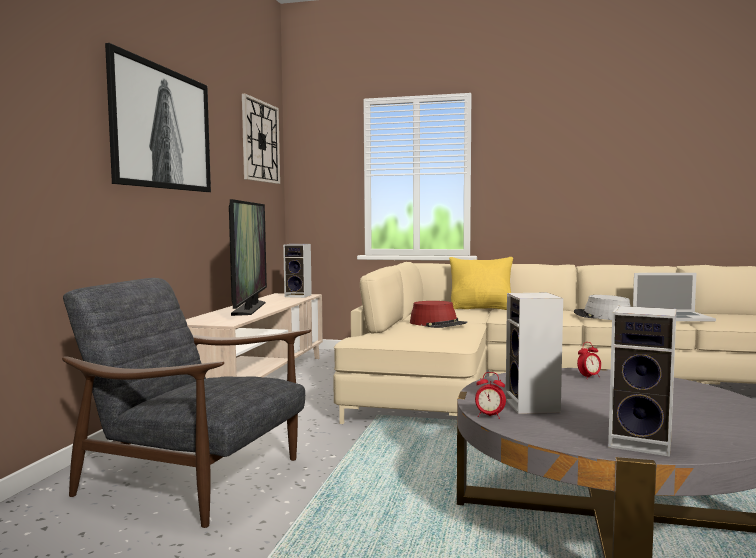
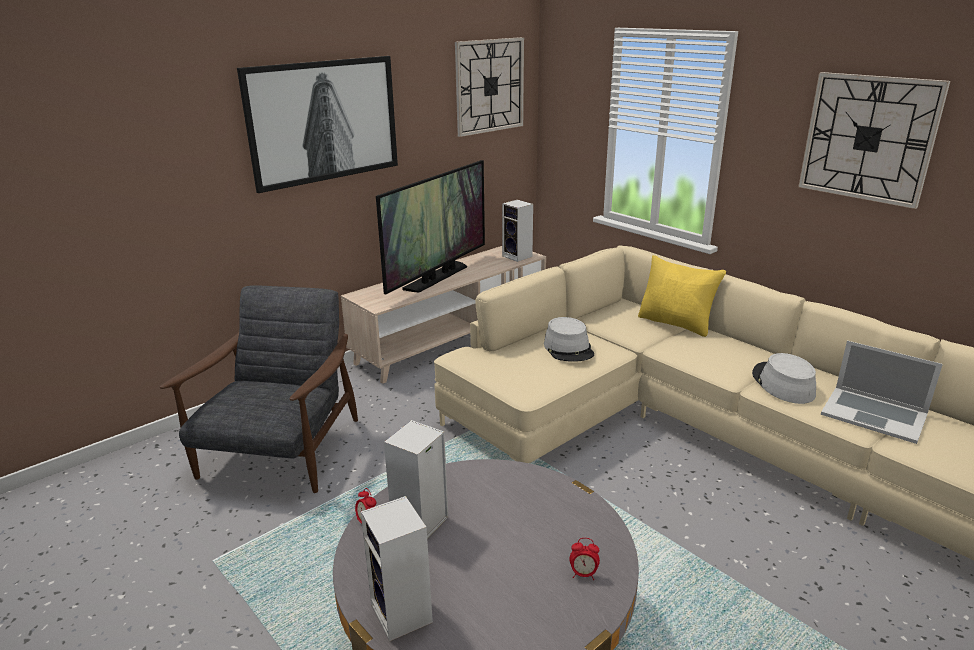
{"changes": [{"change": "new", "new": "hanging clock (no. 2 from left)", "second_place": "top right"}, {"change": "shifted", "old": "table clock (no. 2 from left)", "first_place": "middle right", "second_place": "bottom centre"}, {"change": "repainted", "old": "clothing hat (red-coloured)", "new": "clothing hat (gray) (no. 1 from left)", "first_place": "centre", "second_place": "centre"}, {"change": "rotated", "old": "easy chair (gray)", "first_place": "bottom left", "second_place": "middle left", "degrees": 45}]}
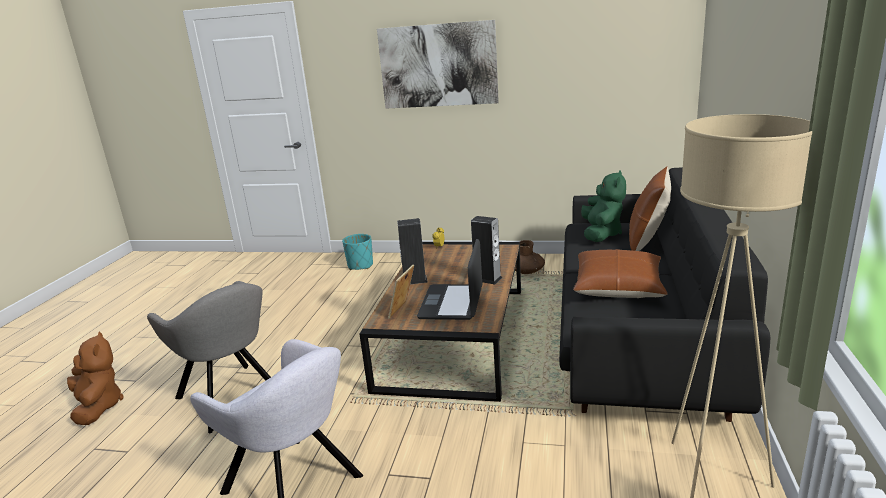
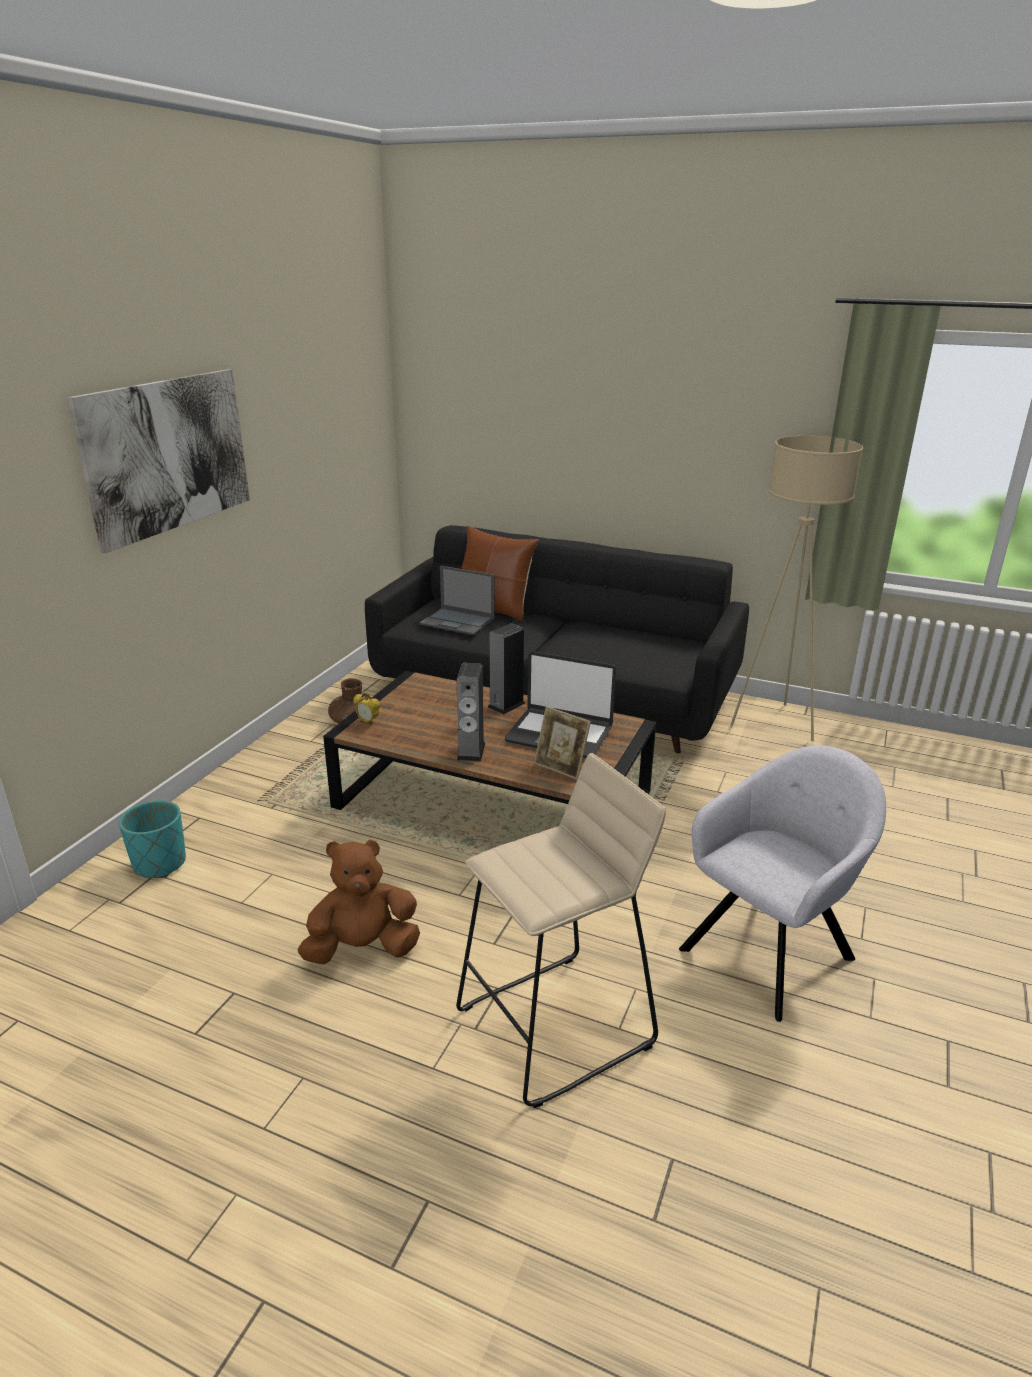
{"changes": [{"change": "gone", "old": "throw pillow (brown-coloured) (no. 1 from left)", "first_place": "middle right"}, {"change": "shifted", "old": "soft toy (brown-coloured)", "first_place": "bottom left", "second_place": "centre"}, {"change": "swapped", "old": "easy chair (gray) (no. 1 from left)", "new": "stool seat (beige)", "first_place": "bottom left", "second_place": "bottom centre"}, {"change": "swapped", "old": "soft toy (greenish)", "new": "notebook computer (no. 1 from left)", "first_place": "middle right", "second_place": "centre"}]}
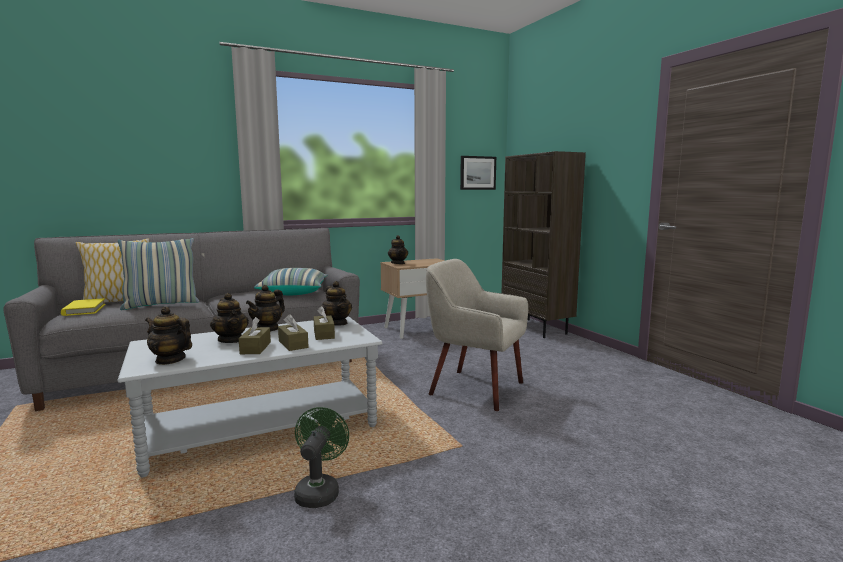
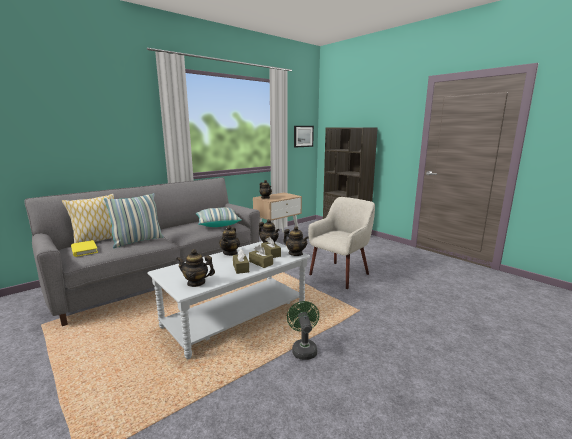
{"changes": [{"change": "shifted", "old": "pot for tea (no. 2 from left in the first image)", "new": "pot for tea (no. 5 from left)", "first_place": "middle left", "second_place": "centre"}, {"change": "rotated", "old": "easy chair (beige)", "first_place": "centre", "second_place": "centre", "degrees": 120}]}
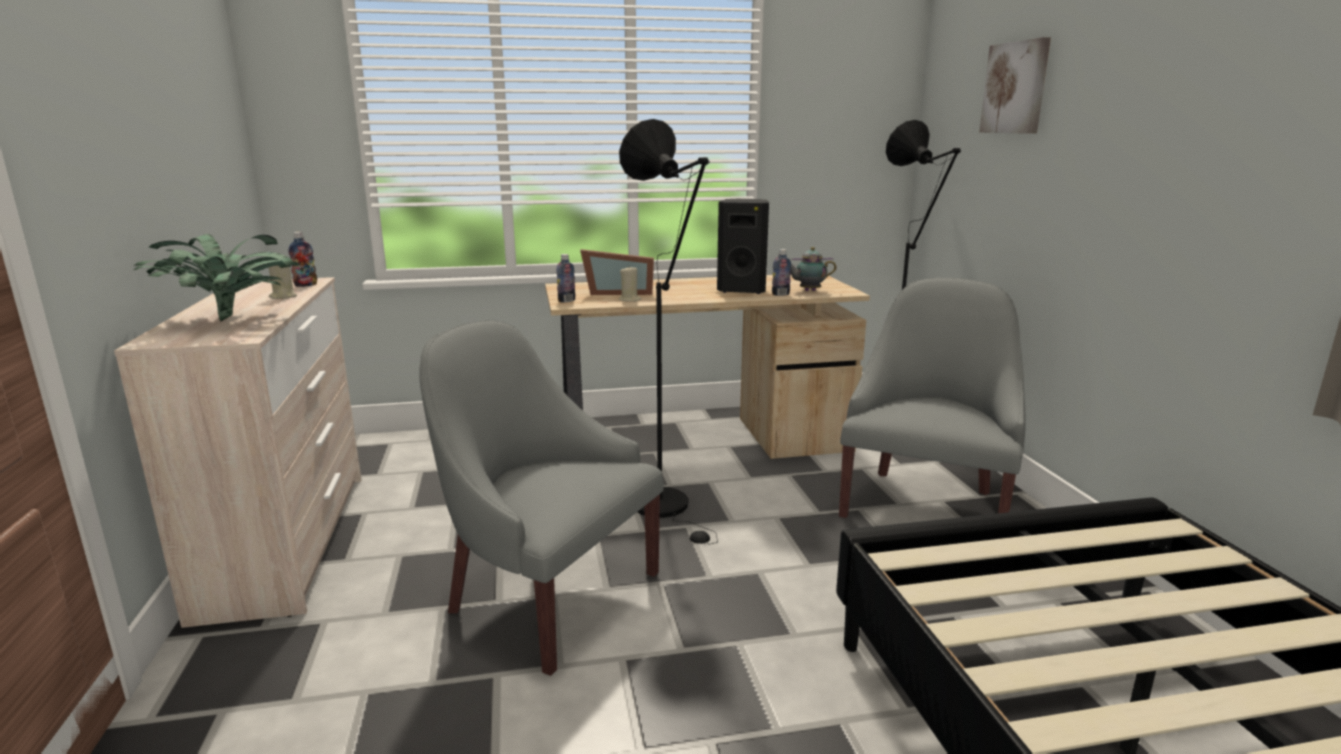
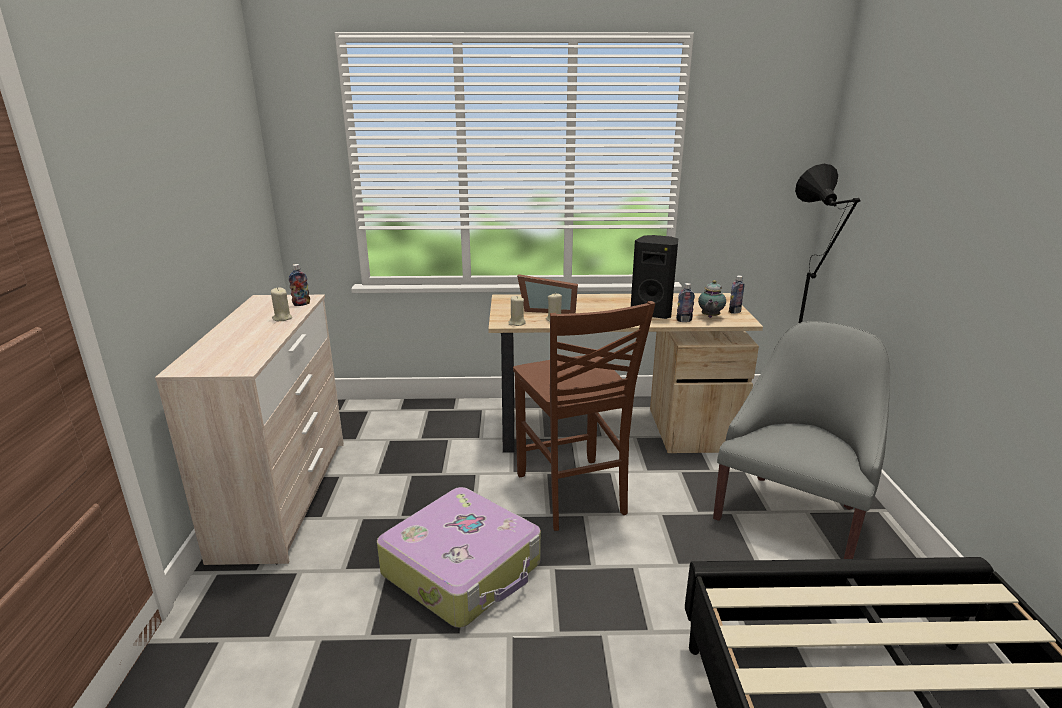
{"changes": [{"change": "gone", "old": "houseplant", "first_place": "middle left"}, {"change": "gone", "old": "wall art", "first_place": "top right"}, {"change": "new", "new": "wax candle (beige) (no. 2 from left)", "second_place": "centre"}, {"change": "shifted", "old": "beverage bottle (no. 2 from left in the first image)", "new": "beverage bottle (no. 3 from left)", "first_place": "centre", "second_place": "middle right"}, {"change": "swapped", "old": "easy chair (gray) (no. 1 from left)", "new": "travel case", "first_place": "centre", "second_place": "bottom centre"}, {"change": "swapped", "old": "floor lamp (blackish) (no. 1 from left)", "new": "plain chair (brown-coloured)", "first_place": "centre", "second_place": "centre"}, {"change": "rotated", "old": "pot for tea", "first_place": "centre", "second_place": "middle right", "degrees": -75}]}
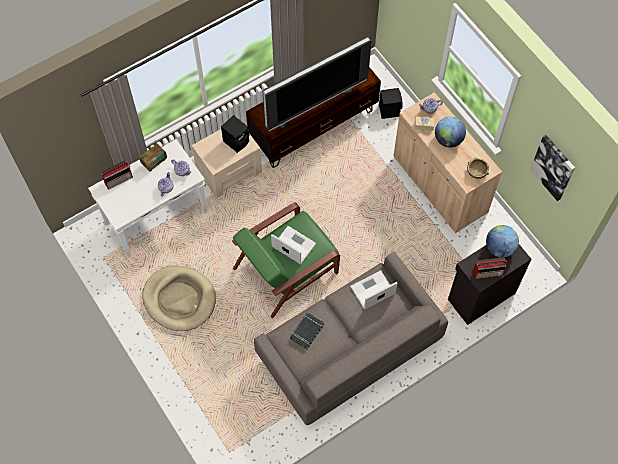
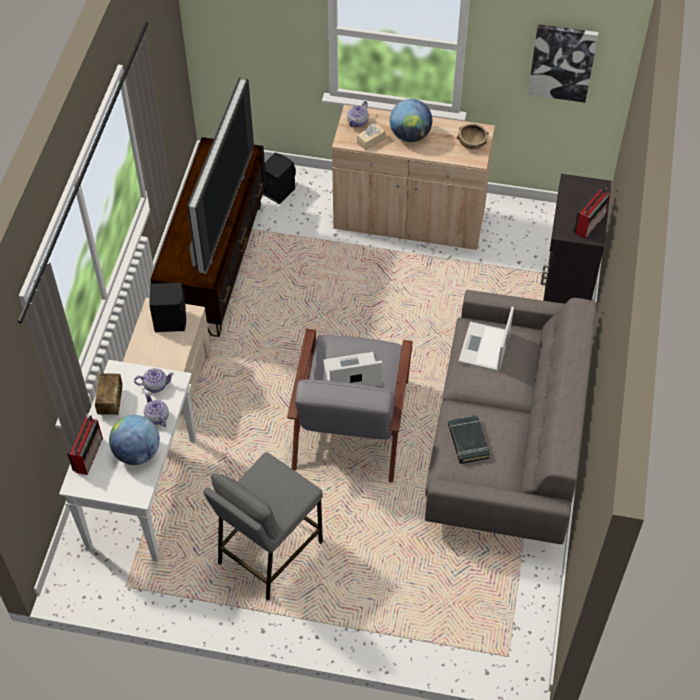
{"changes": [{"change": "shifted", "old": "desk globe (no. 2 from left in the first image)", "new": "desk globe (no. 1 from left)", "first_place": "middle right", "second_place": "middle left"}, {"change": "swapped", "old": "dog bed (beige)", "new": "stool seat (gray)", "first_place": "middle left", "second_place": "bottom centre"}, {"change": "repainted", "old": "easy chair (greenish)", "new": "easy chair (gray)", "first_place": "centre", "second_place": "centre"}]}
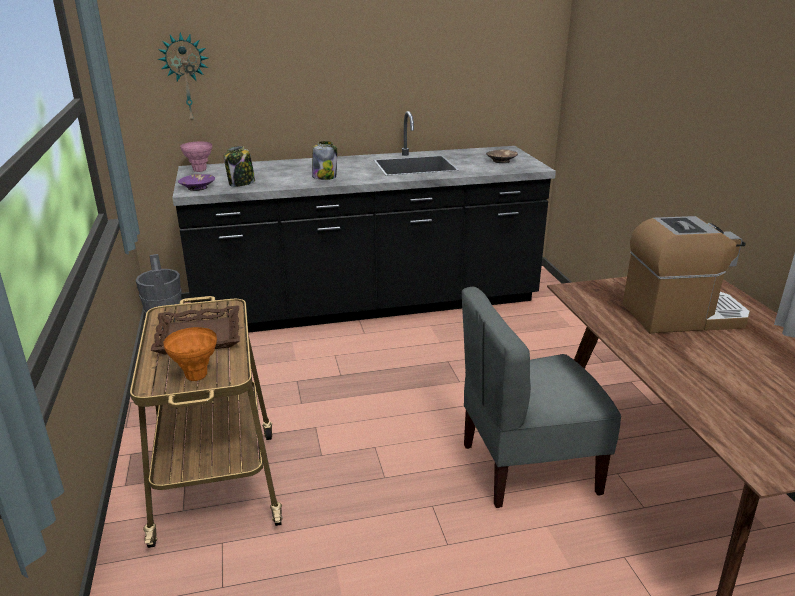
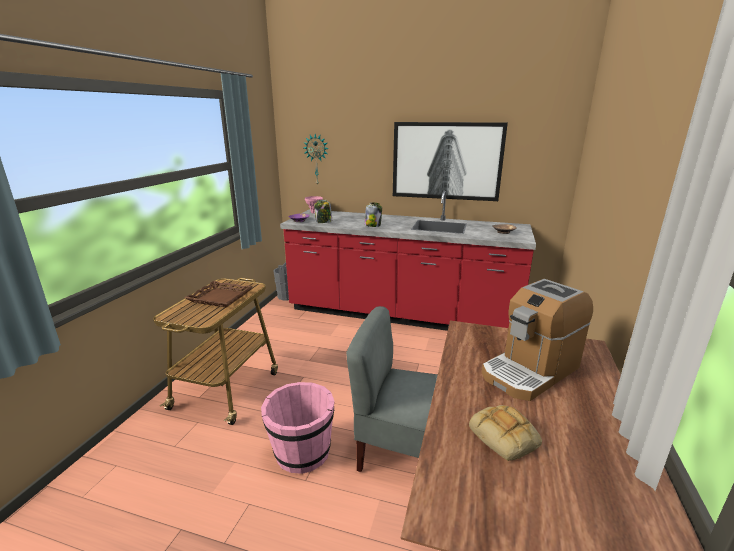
{"changes": [{"change": "gone", "old": "decorative vase (orange-coloured)", "first_place": "middle left"}, {"change": "new", "new": "water bucket (pink)", "second_place": "bottom centre"}, {"change": "new", "new": "wall art", "second_place": "top centre"}, {"change": "new", "new": "baked bread", "second_place": "bottom right"}, {"change": "repainted", "old": "kitchen counter (blackish)", "new": "kitchen counter (red-coloured)", "first_place": "centre", "second_place": "centre"}, {"change": "rotated", "old": "coffee brewer", "first_place": "middle right", "second_place": "middle right", "degrees": 120}]}
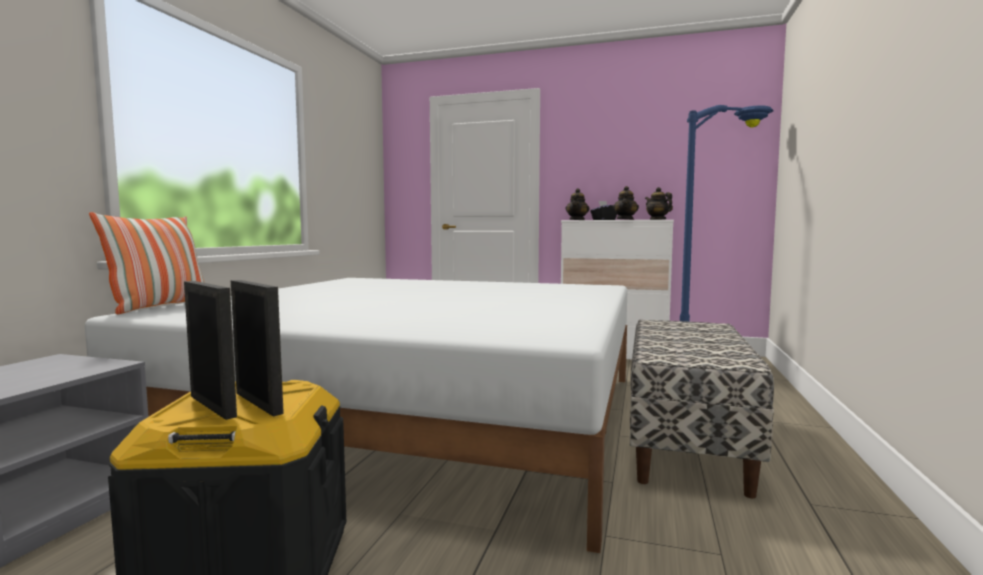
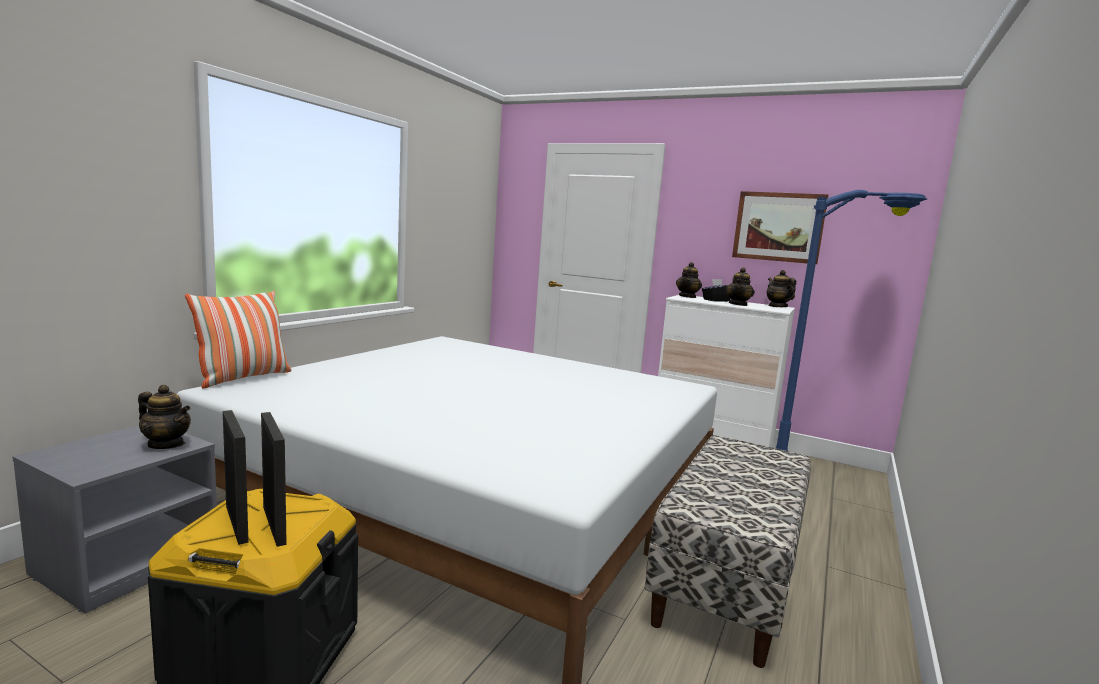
{"changes": [{"change": "new", "new": "pot for tea (no. 1 from left)", "second_place": "middle left"}, {"change": "new", "new": "wall art", "second_place": "top right"}]}
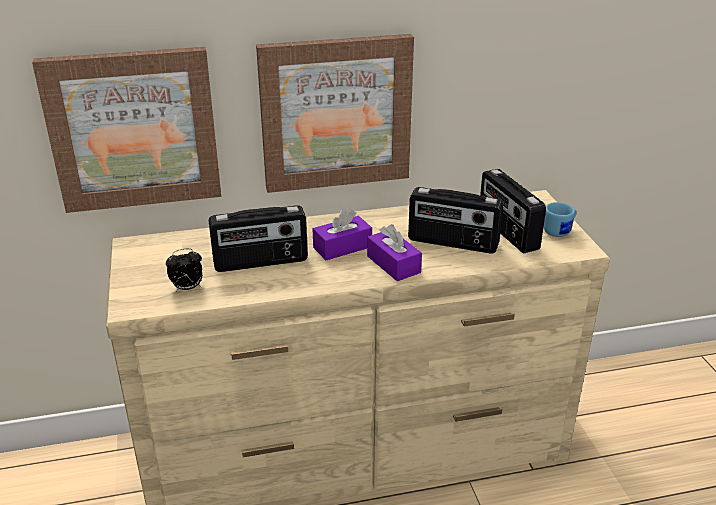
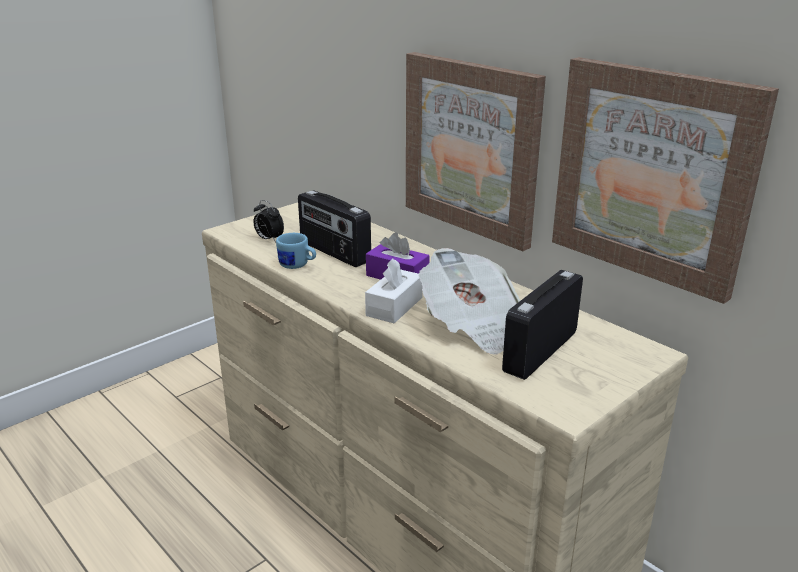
{"changes": [{"change": "shifted", "old": "wall art (no. 1 from left in the first image)", "new": "wall art (no. 2 from left)", "first_place": "top left", "second_place": "top right"}, {"change": "shifted", "old": "tea mug (bluish)", "first_place": "middle right", "second_place": "centre"}, {"change": "swapped", "old": "radio (no. 2 from left)", "new": "newspaper", "first_place": "centre", "second_place": "centre"}, {"change": "repainted", "old": "tissue holder (purple) (no. 2 from left)", "new": "tissue holder (white)", "first_place": "centre", "second_place": "centre"}]}
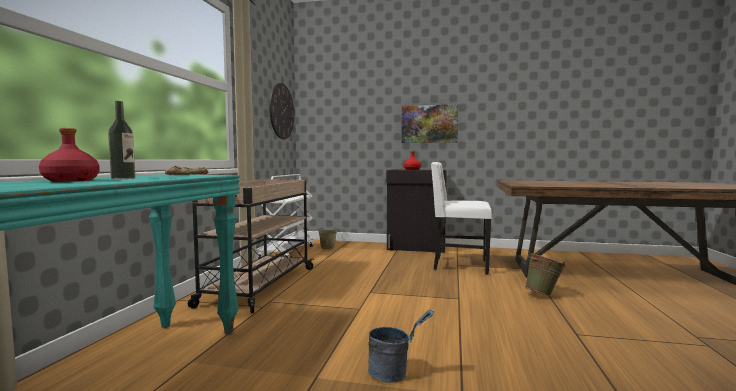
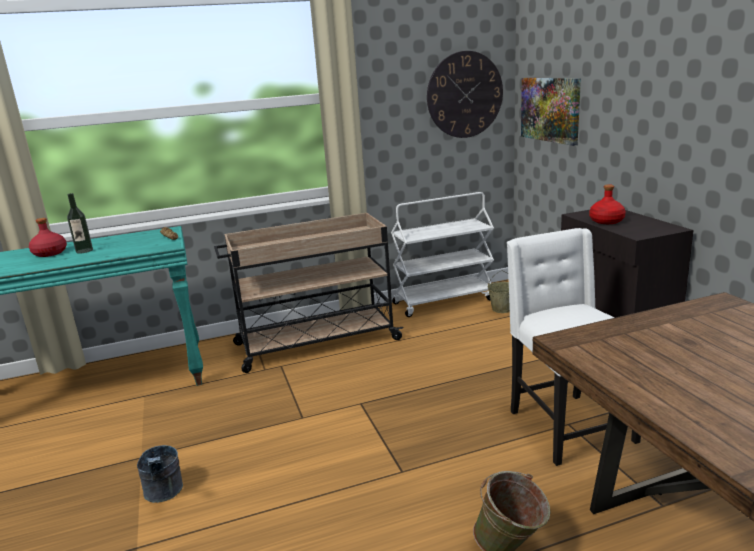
{"changes": [{"change": "shifted", "old": "wall art", "first_place": "top centre", "second_place": "top right"}]}
